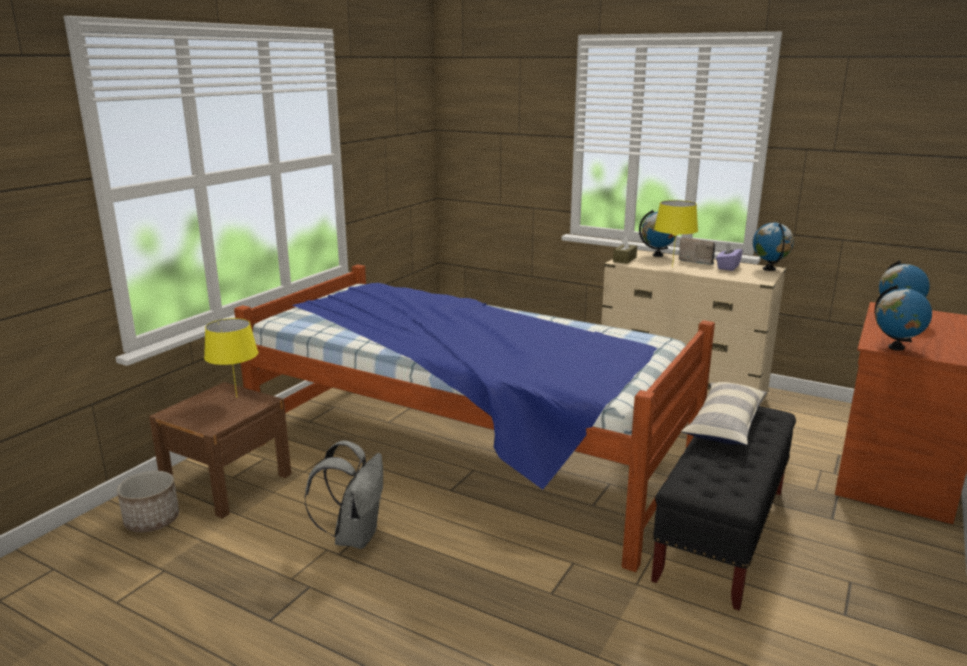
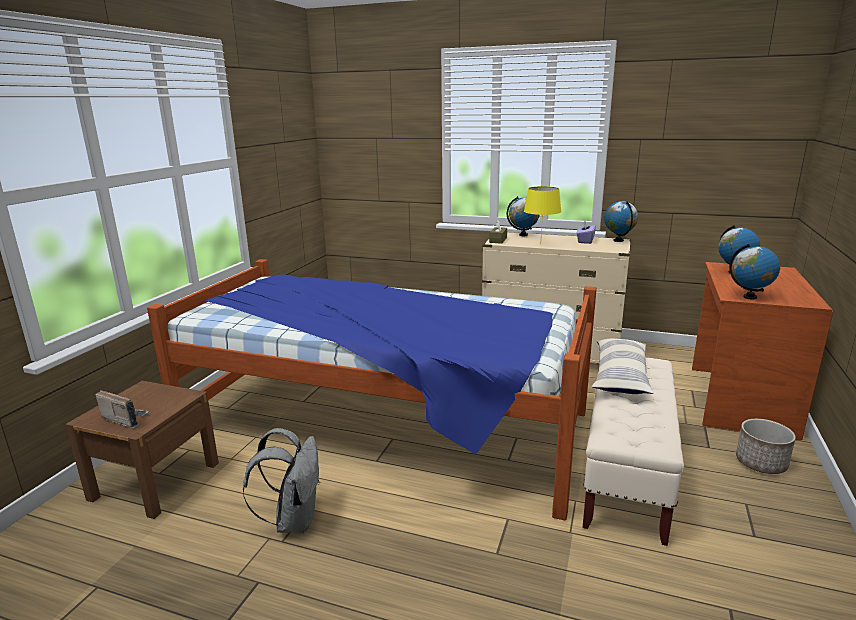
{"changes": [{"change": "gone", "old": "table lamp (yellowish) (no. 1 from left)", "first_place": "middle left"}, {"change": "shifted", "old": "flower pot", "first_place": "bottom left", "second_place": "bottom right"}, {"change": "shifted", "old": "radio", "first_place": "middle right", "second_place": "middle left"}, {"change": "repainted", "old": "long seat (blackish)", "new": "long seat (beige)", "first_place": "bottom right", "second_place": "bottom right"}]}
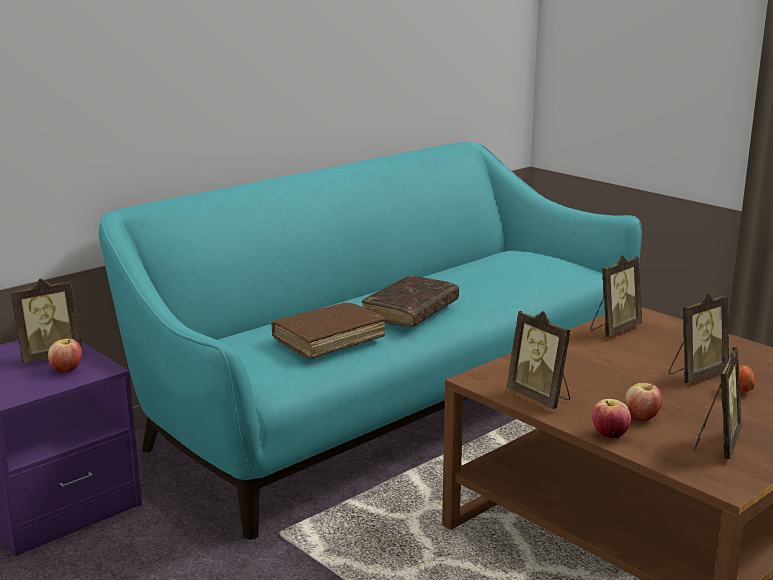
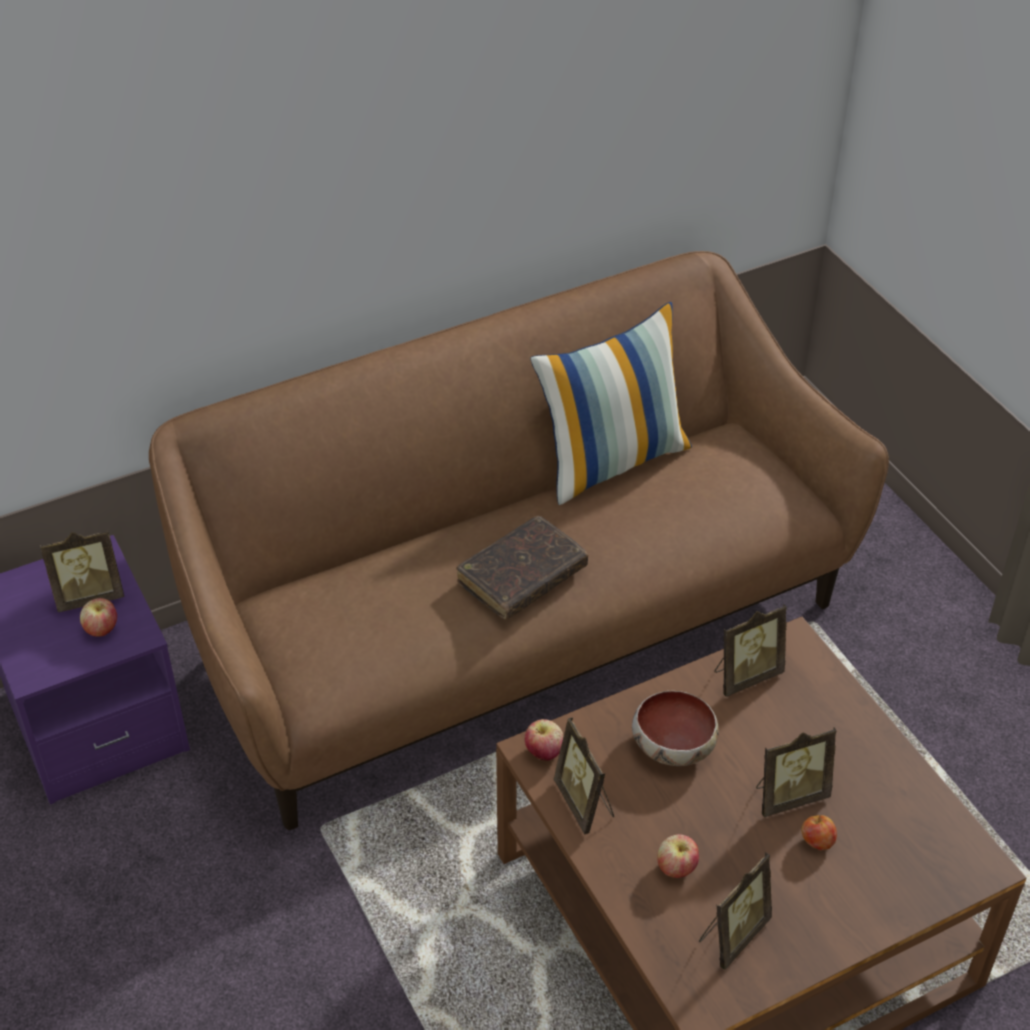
{"changes": [{"change": "gone", "old": "volume (brown-coloured) (no. 1 from left)", "first_place": "centre"}, {"change": "new", "new": "throw pillow", "second_place": "centre"}, {"change": "new", "new": "deep dish", "second_place": "bottom centre"}, {"change": "shifted", "old": "whole apple (no. 2 from left)", "first_place": "bottom right", "second_place": "bottom centre"}, {"change": "repainted", "old": "couch (turquoise-coloured)", "new": "couch (brown-coloured)", "first_place": "centre", "second_place": "centre"}]}
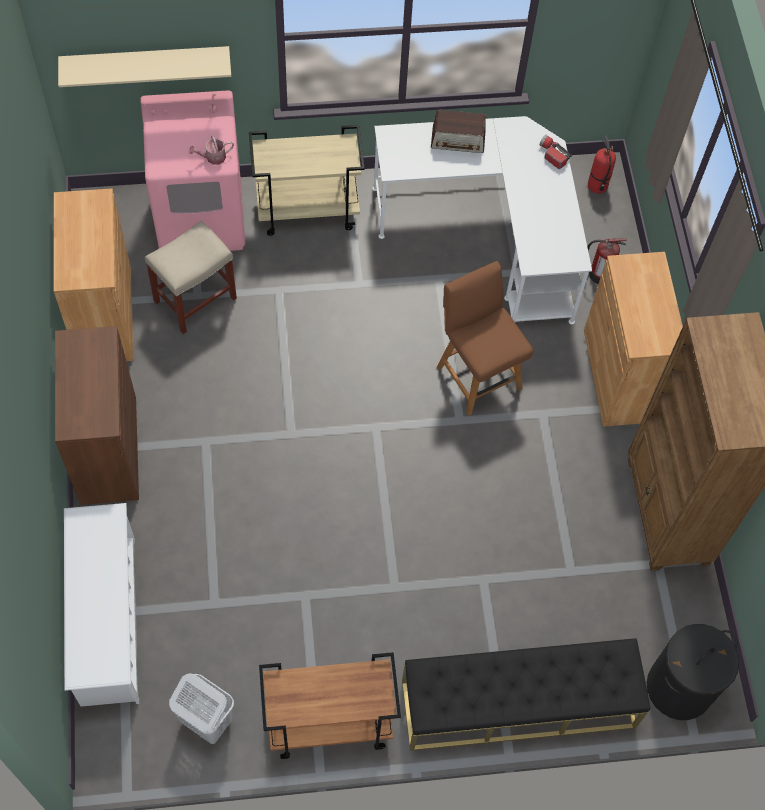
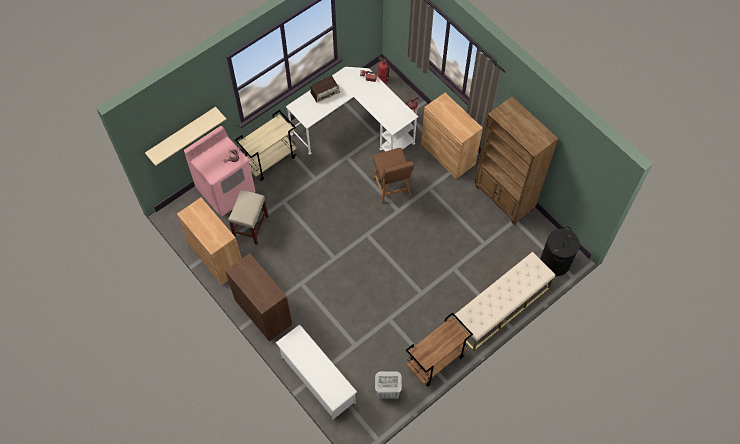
{"changes": [{"change": "repainted", "old": "long seat (blackish)", "new": "long seat (beige)", "first_place": "bottom right", "second_place": "bottom right"}, {"change": "rotated", "old": "plain chair (brown-coloured)", "first_place": "centre", "second_place": "centre", "degrees": -135}]}
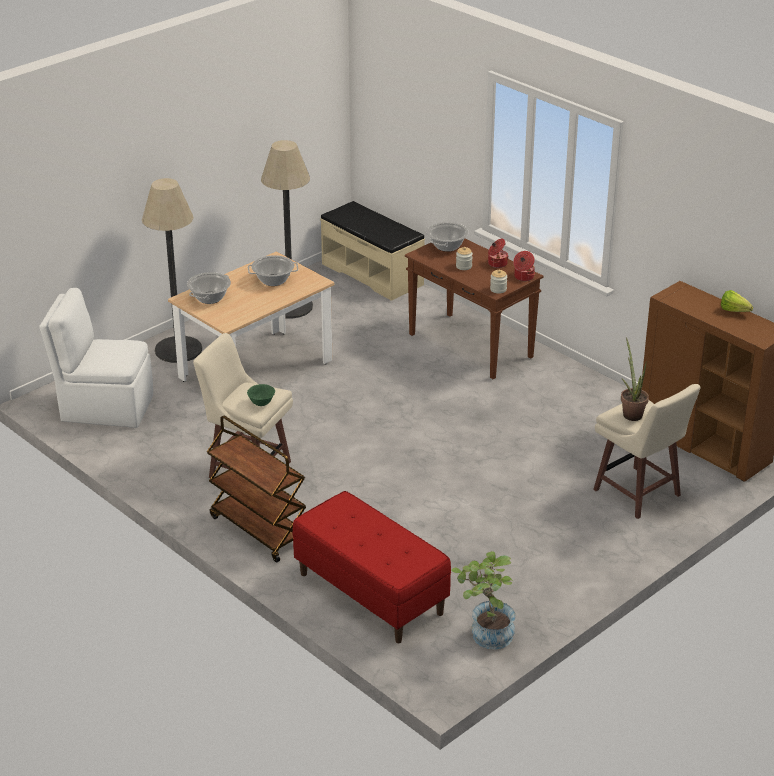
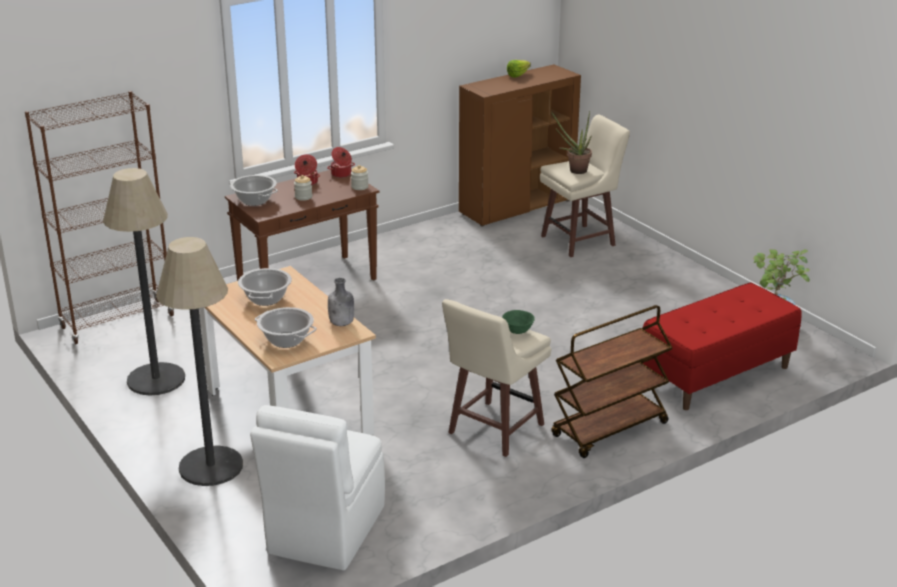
{"changes": [{"change": "new", "new": "beverage bottle (gray)", "second_place": "centre"}, {"change": "swapped", "old": "long seat (beige)", "new": "bookshelf (brown-coloured)", "first_place": "top centre", "second_place": "middle left"}]}
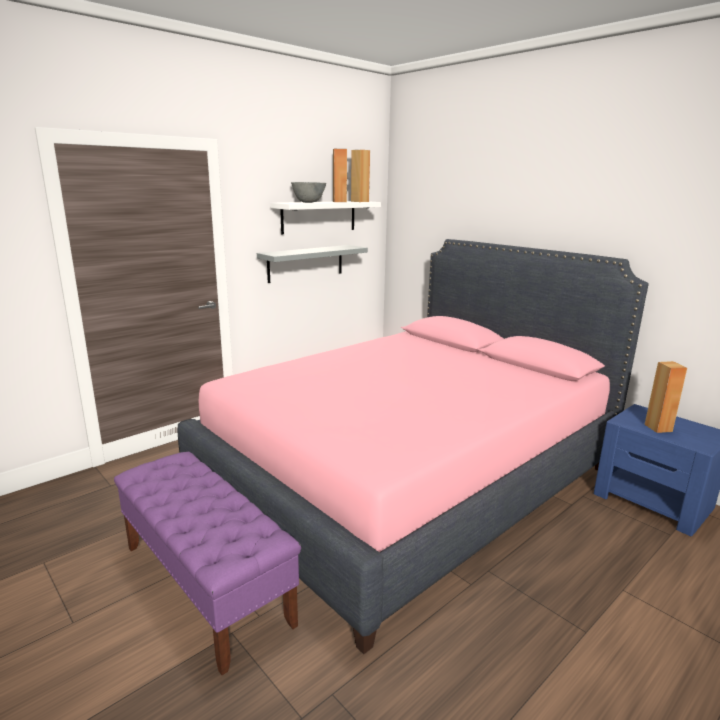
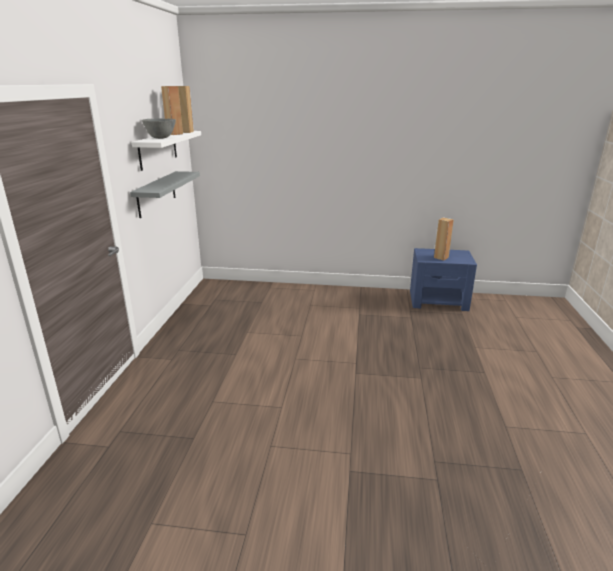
{"changes": [{"change": "gone", "old": "long seat (purple)", "first_place": "bottom left"}, {"change": "gone", "old": "bedroom bed (pink)", "first_place": "centre"}]}
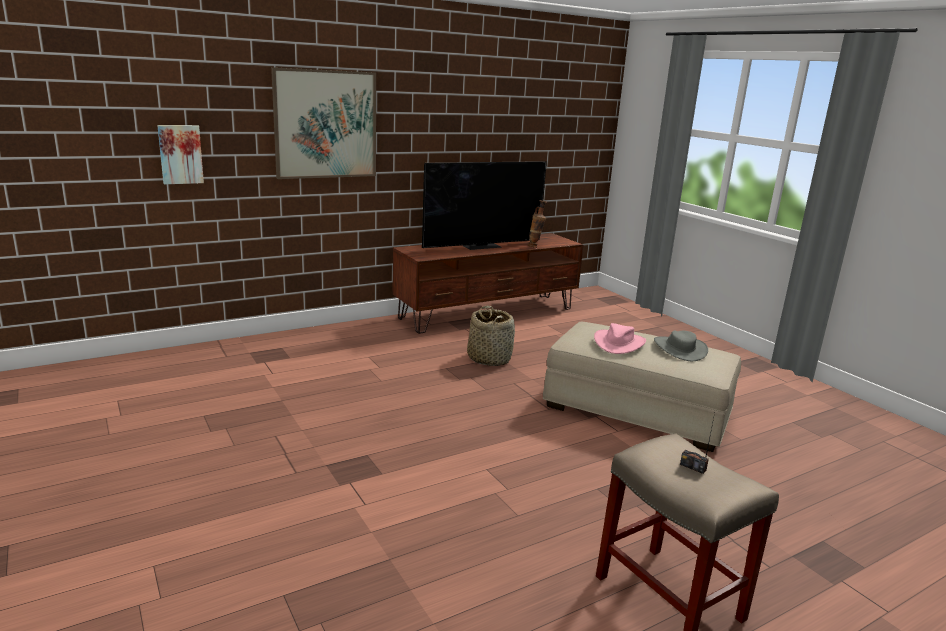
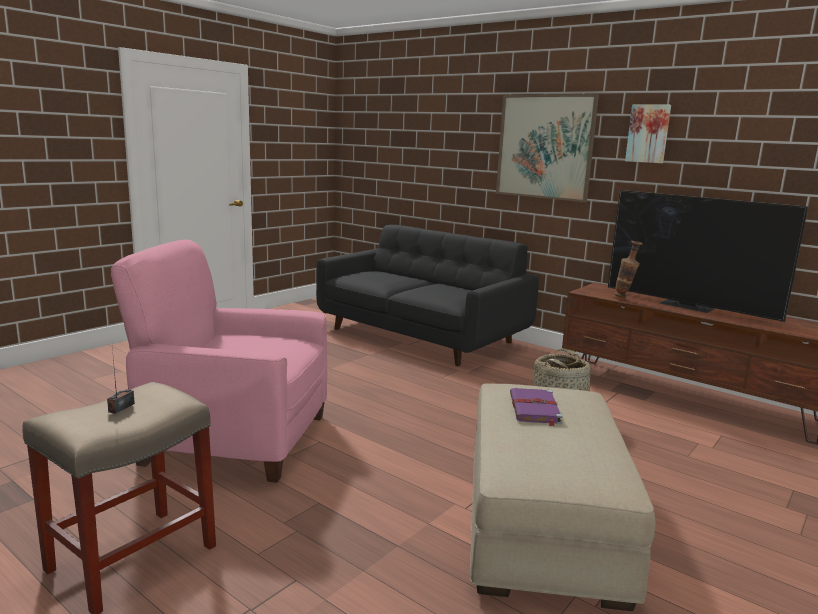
{"changes": [{"change": "gone", "old": "clothing hat (gray)", "first_place": "middle right"}, {"change": "new", "new": "easy chair (pink)", "second_place": "middle left"}, {"change": "new", "new": "couch (blackish)", "second_place": "centre"}, {"change": "shifted", "old": "wall art (no. 1 from left in the first image)", "new": "wall art (no. 2 from left)", "first_place": "top left", "second_place": "top right"}, {"change": "shifted", "old": "decorative vase", "first_place": "centre", "second_place": "middle right"}, {"change": "swapped", "old": "clothing hat (pink)", "new": "volume (purple)", "first_place": "centre", "second_place": "centre"}]}
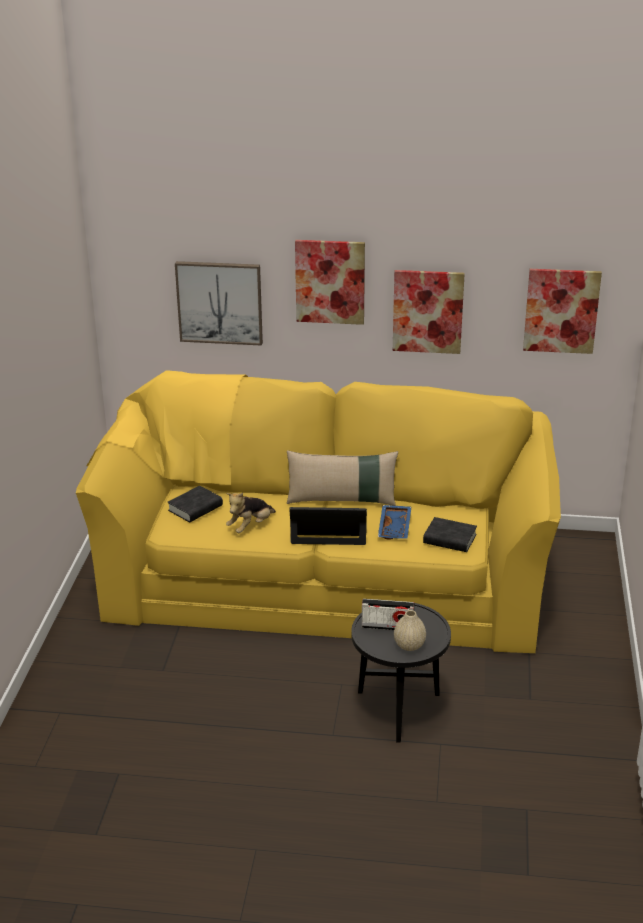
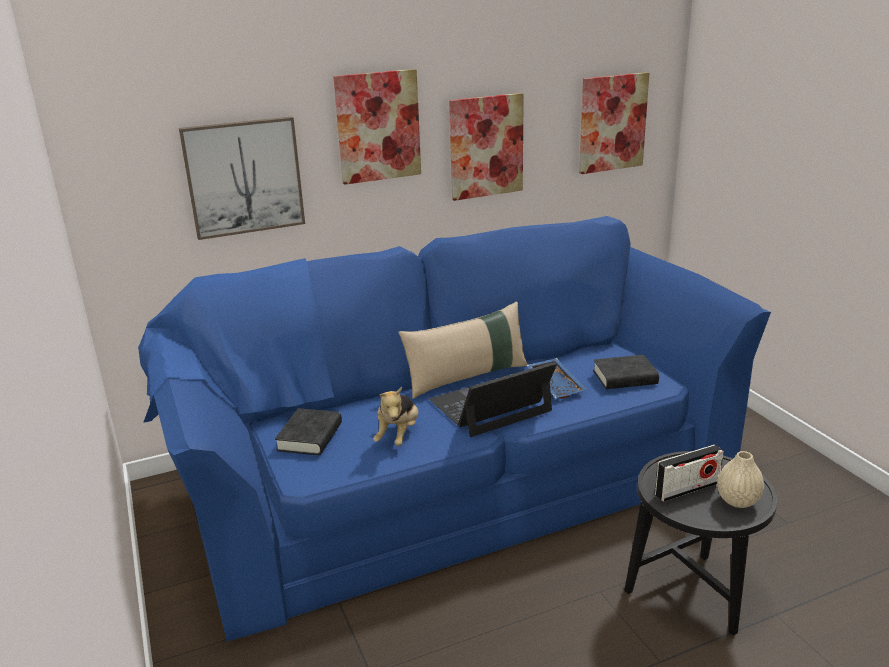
{"changes": [{"change": "repainted", "old": "couch (yellowish)", "new": "couch (bluish)", "first_place": "centre", "second_place": "centre"}]}
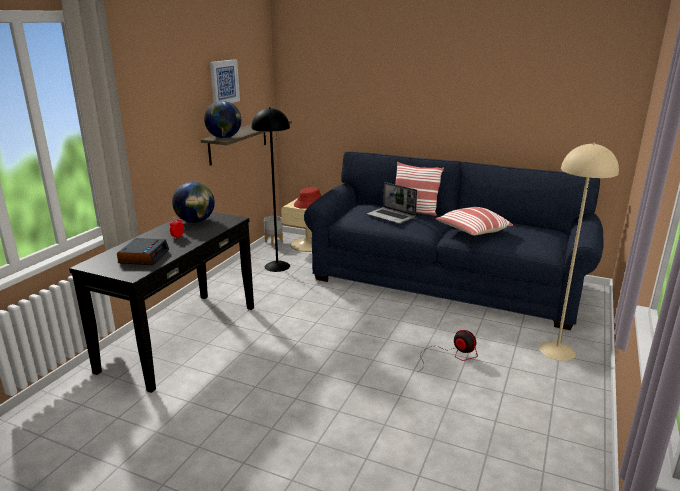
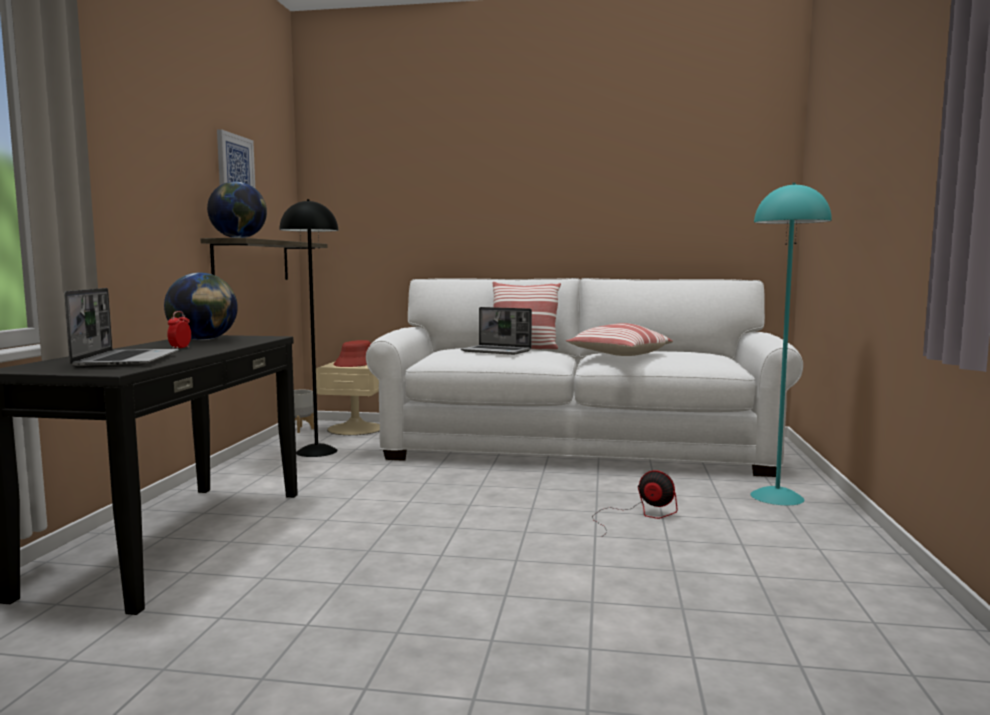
{"changes": [{"change": "swapped", "old": "table clock (no. 1 from left)", "new": "notebook computer (no. 1 from left)", "first_place": "middle left", "second_place": "middle left"}, {"change": "repainted", "old": "couch (bluish)", "new": "couch (white)", "first_place": "middle right", "second_place": "centre"}, {"change": "repainted", "old": "floor lamp (beige)", "new": "floor lamp (turquoise-coloured)", "first_place": "middle right", "second_place": "middle right"}]}
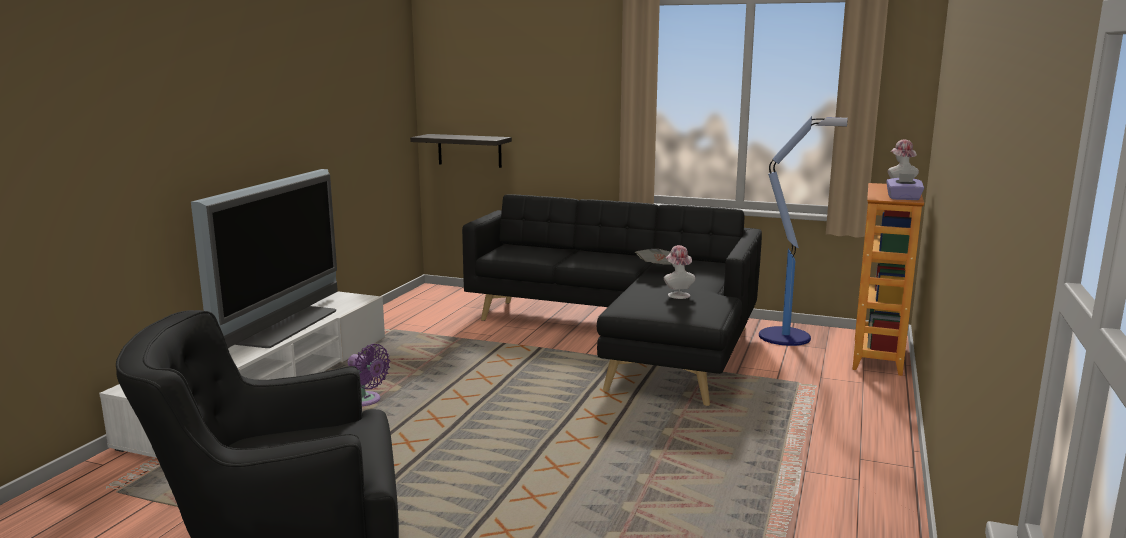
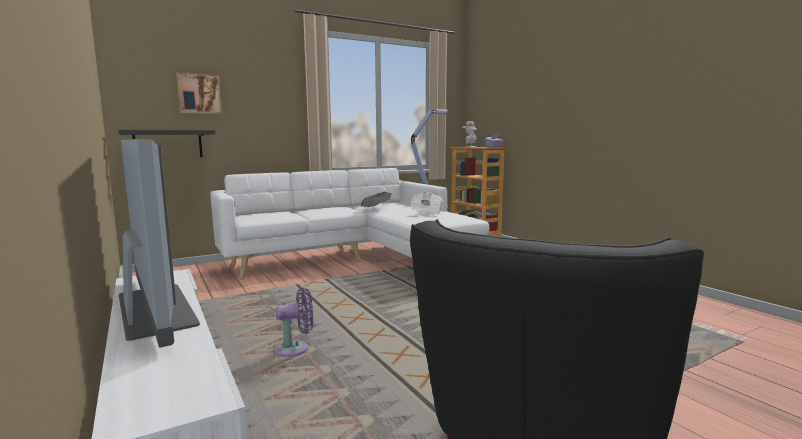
{"changes": [{"change": "new", "new": "wall art", "second_place": "top left"}, {"change": "swapped", "old": "clothing hat (no. 1 from left)", "new": "newspaper (no. 2 from left)", "first_place": "centre", "second_place": "centre"}, {"change": "repainted", "old": "couch (blackish)", "new": "couch (white)", "first_place": "centre", "second_place": "centre"}]}
